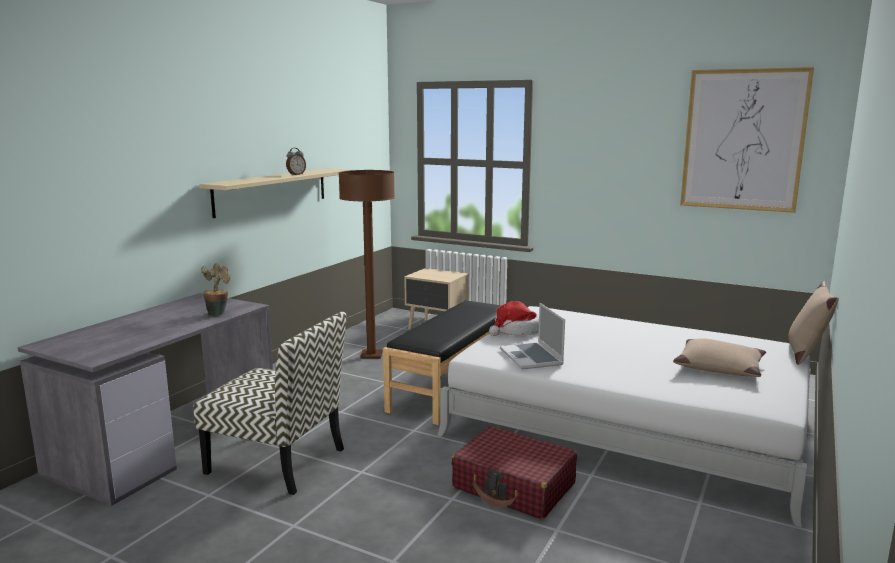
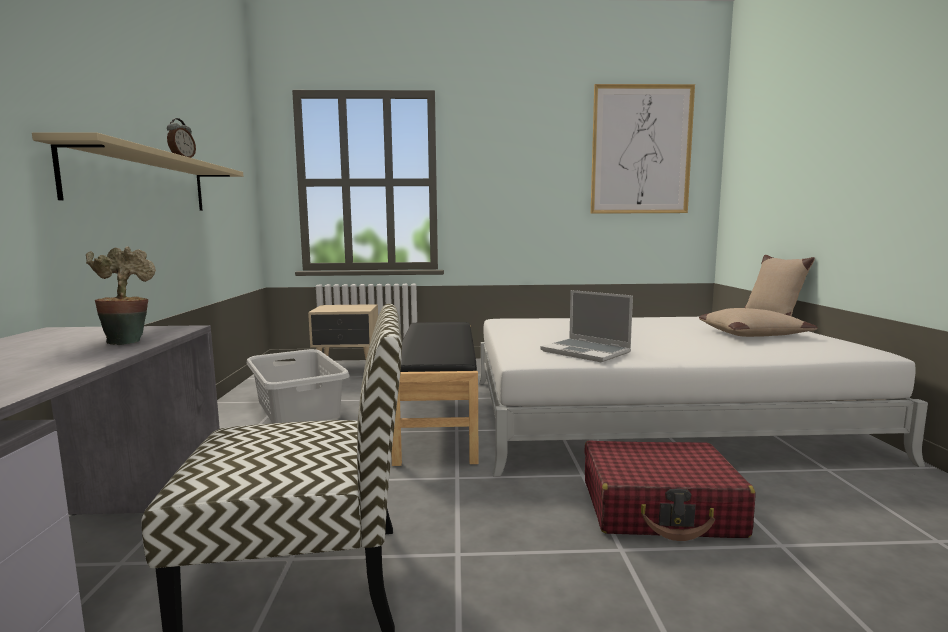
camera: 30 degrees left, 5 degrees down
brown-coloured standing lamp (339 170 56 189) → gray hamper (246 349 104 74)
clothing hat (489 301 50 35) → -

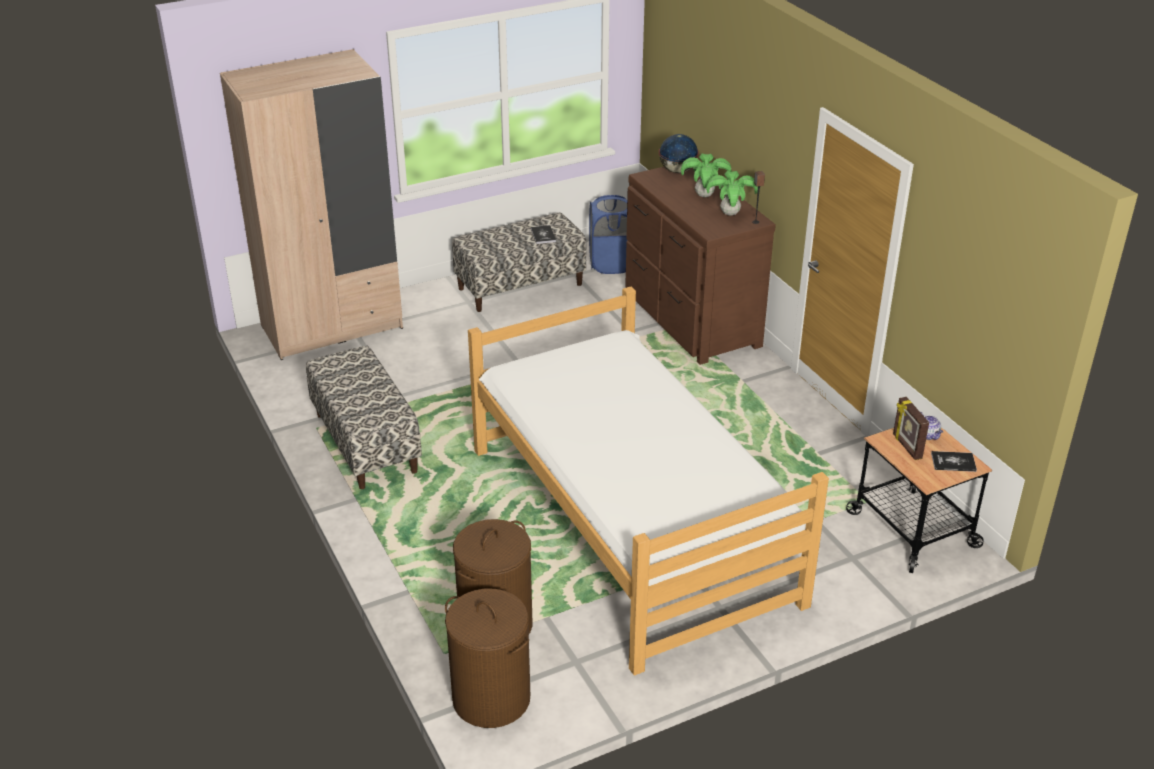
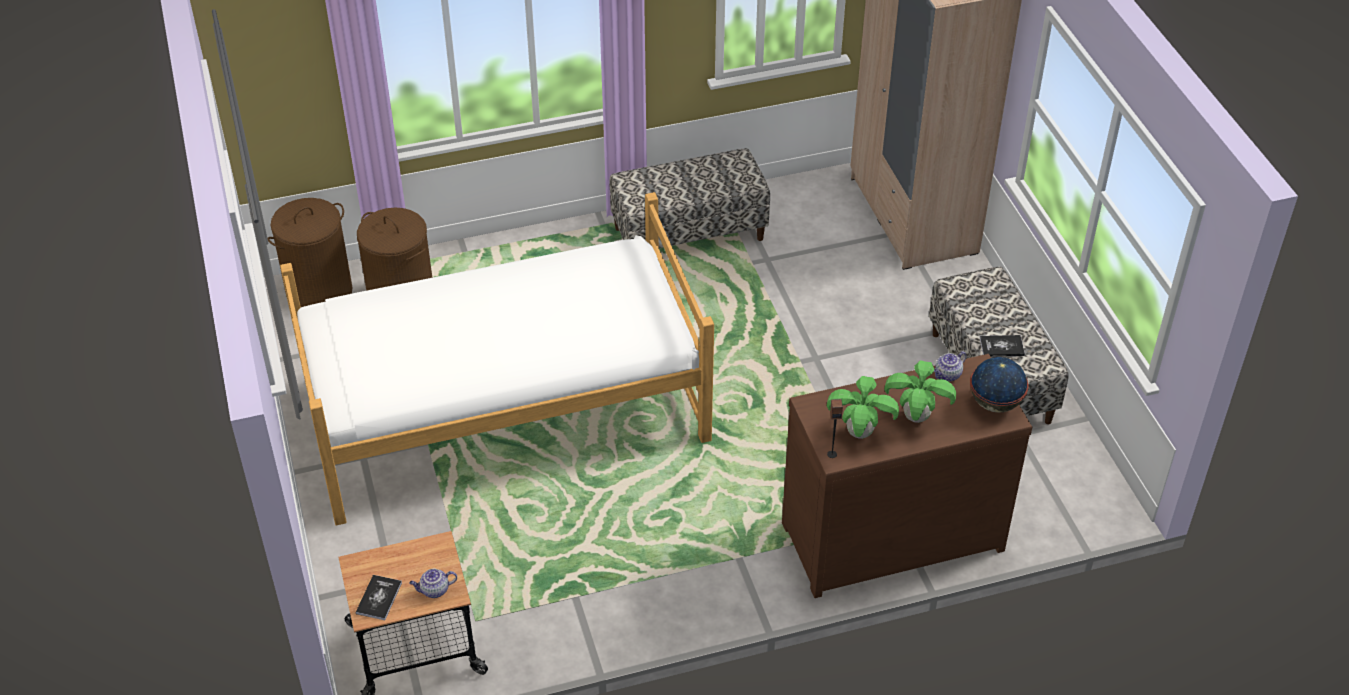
camera: 100 degrees right, 10 degrees up
blue-coloured hamper (589 195 39 79) → -
picture frame (893 397 36 63) → -
- → tea pot (934 351 32 30)

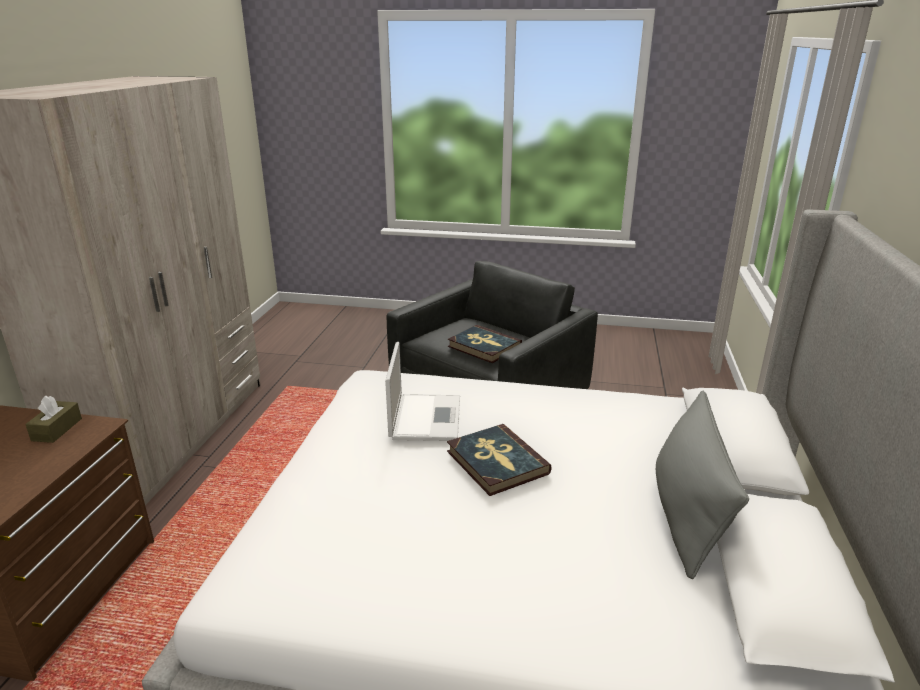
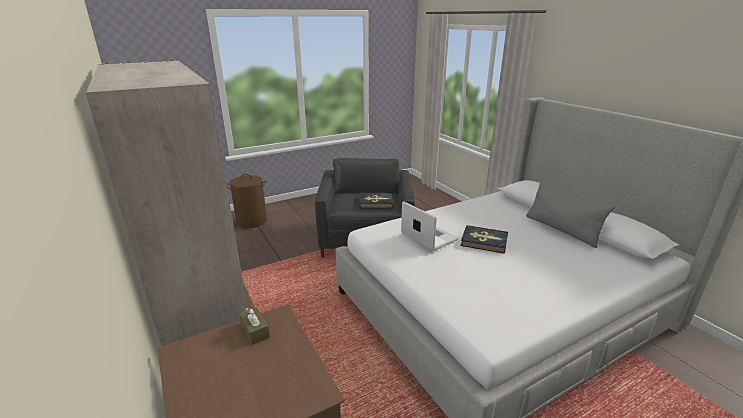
camera: 40 degrees left, 0 degrees up
- → brown-coloured hamper (227 174 40 54)

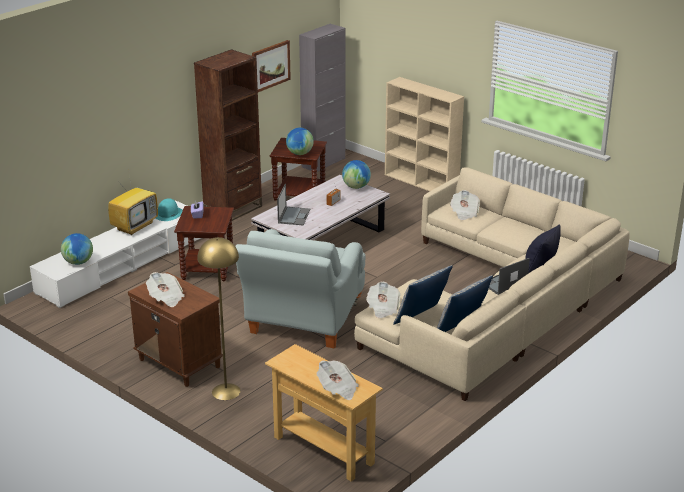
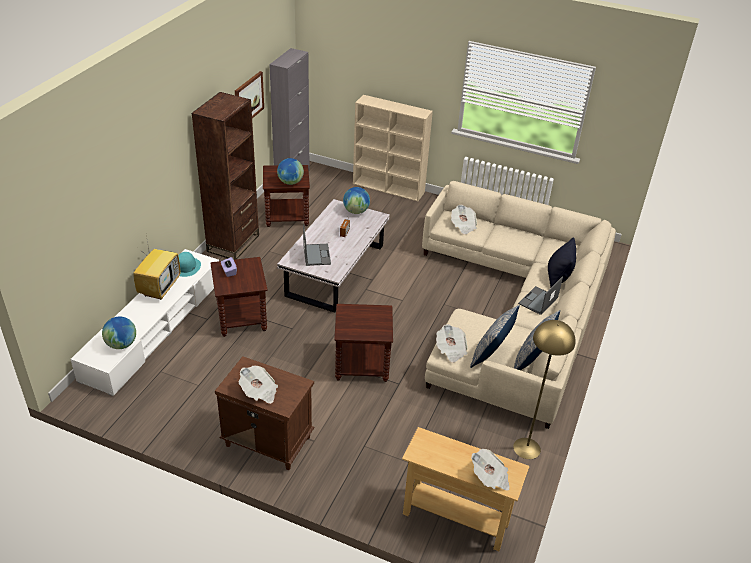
camera: 20 degrees left, 10 degrees up
gray lounge chair (235 229 131 120) → brown-coloured end table (334 304 59 78)
yellowish standing lamp (197 237 43 163) → yellowish standing lamp (513 320 63 139), moved

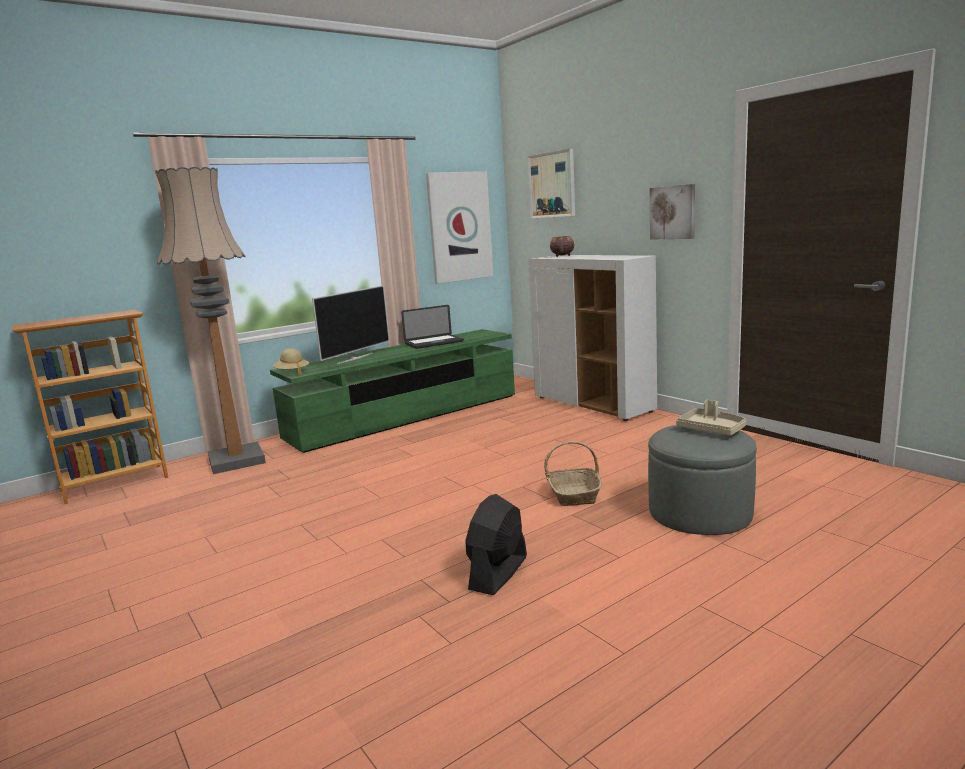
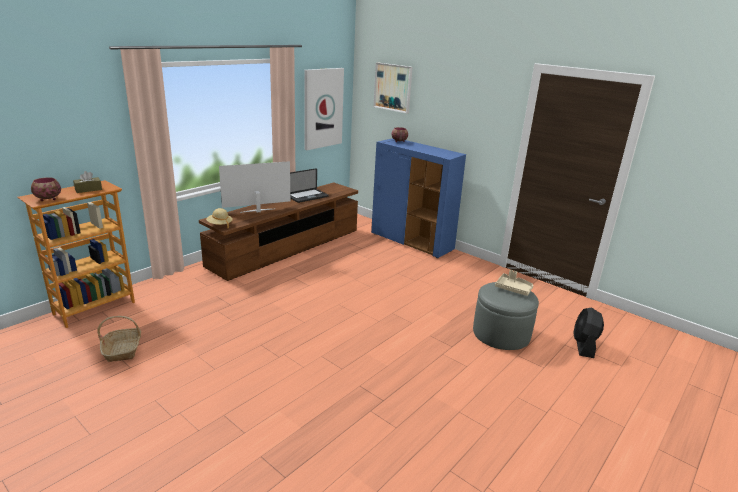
camera: 15 degrees left, 10 degrees up
standing lamp (155 167 111 307) → -
picture (650 184 45 55) → -
white cupboard (528 255 129 166) → blue-coloured cupboard (371 138 95 120)
TV set (312 285 77 79) → TV set (219 161 71 52), 135 degrees counterclockwise
green-coloured tv unit (270 329 245 124) → brown-coloured tv unit (199 182 159 99)
storage basket (544 441 58 65) → storage basket (97 316 44 46), moved
black fan (465 494 62 101) → black fan (573 307 31 51), moved
- → brown-coloured tissue holder (73 171 29 22)
- → deep dish (31 177 30 24)

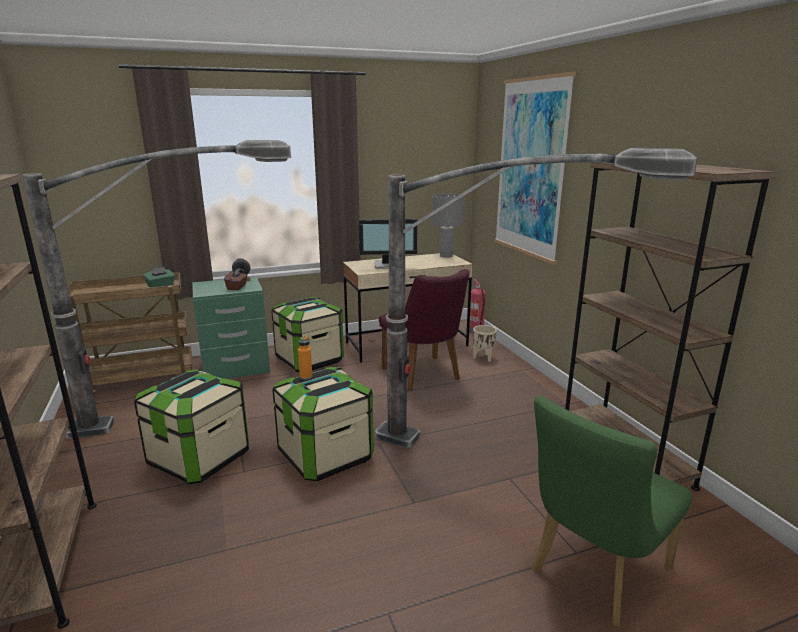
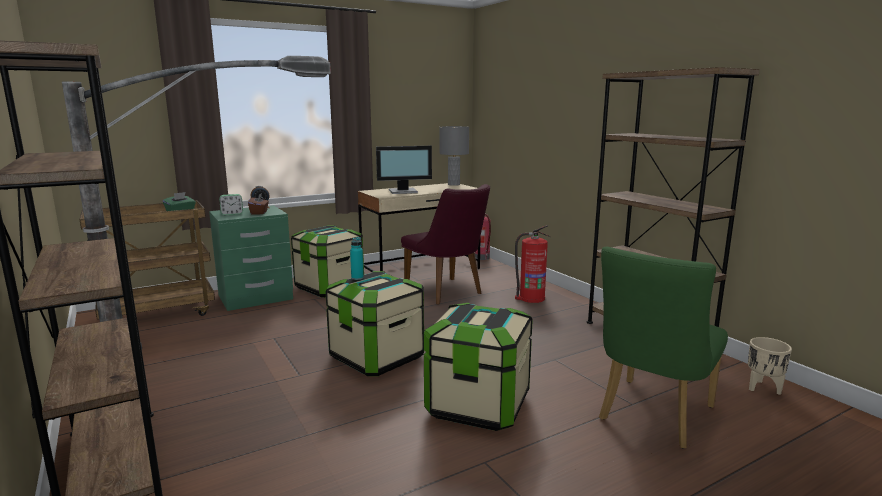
camera: 10 degrees left, 5 degrees down
picture (494 72 82 192) → -
standing lamp (375 148 322 300) → -
sand-coloured plant pot (473 325 24 37) → sand-coloured plant pot (748 337 44 58), moved
orange bottle (298 336 14 44) → turquoise-coloured bottle (350 237 14 43)
storage box (134 369 115 115) → storage box (424 303 109 128), moved
- → alarm clock (219 194 24 21)
- → fire extinguisher (515 225 35 78)

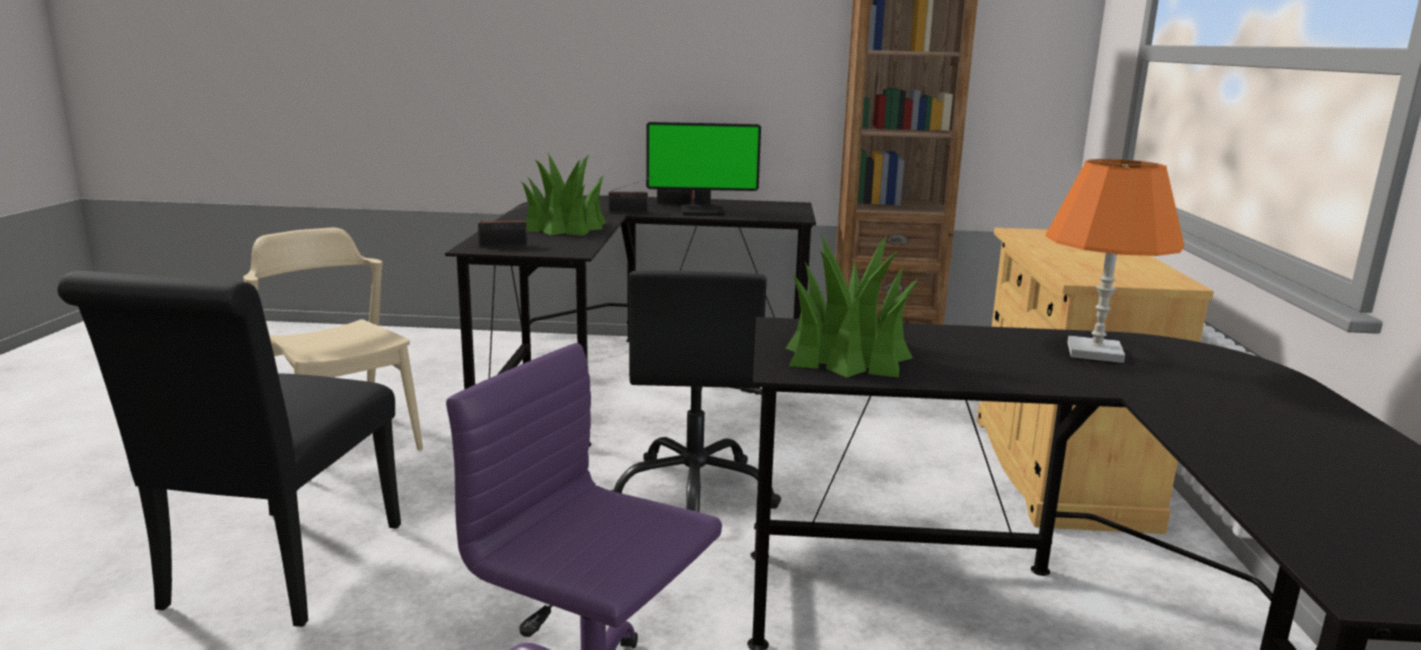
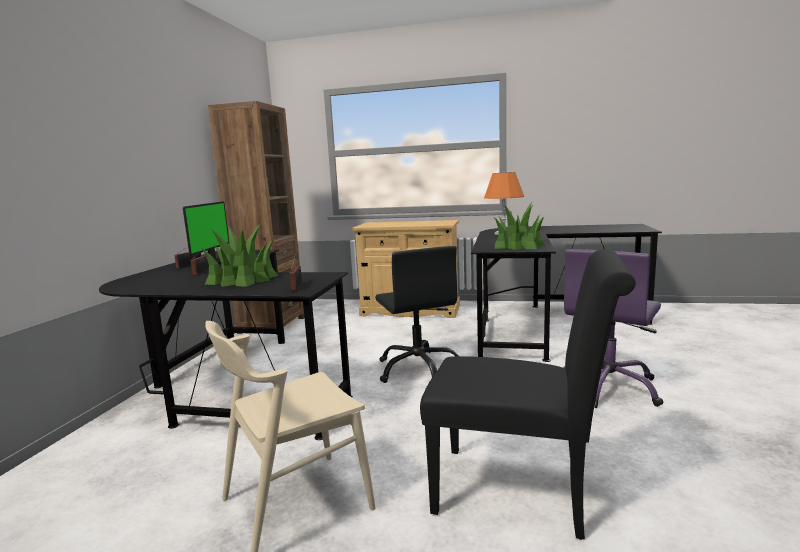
camera: 80 degrees left, 5 degrees down
black computer chair (610 271 171 241) → black computer chair (375 246 83 137), 60 degrees clockwise

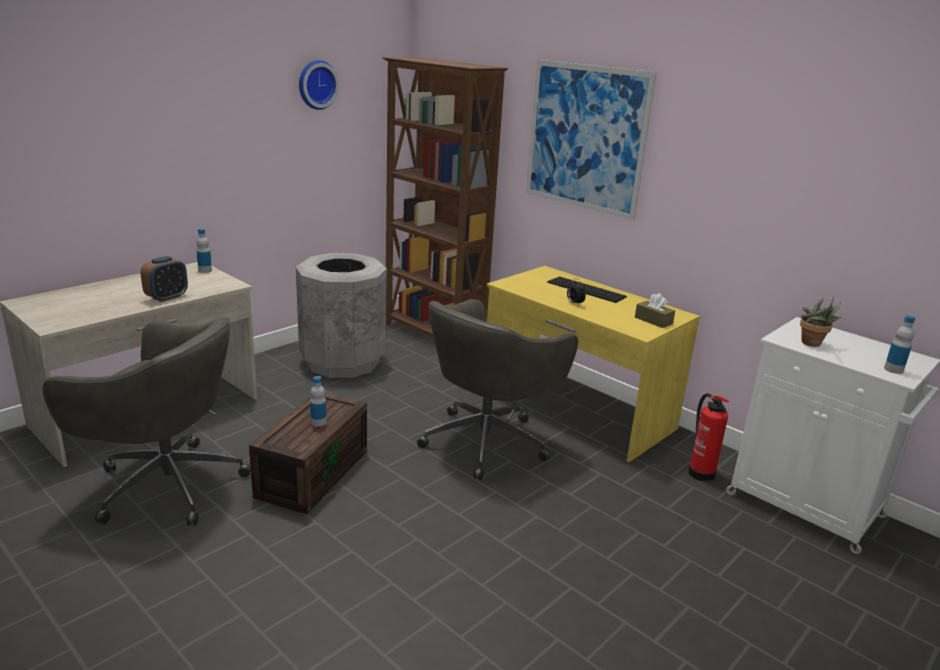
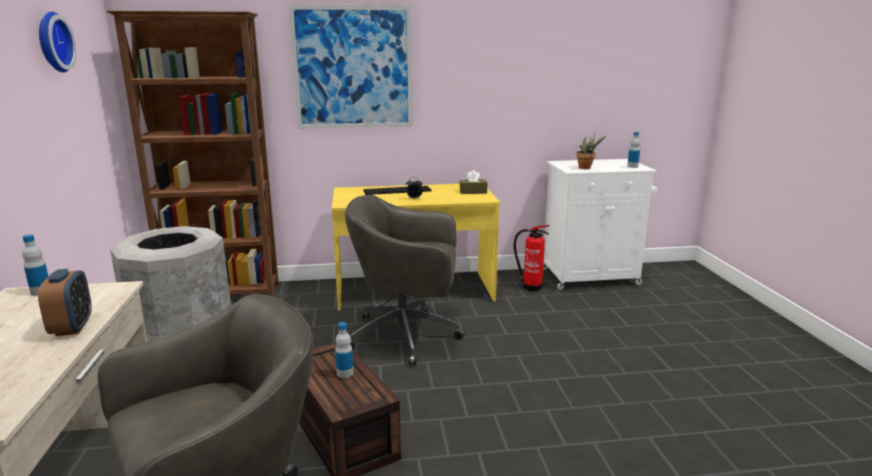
camera: 50 degrees left, 5 degrees down
gray computer chair (417 299 161 181) → gray computer chair (345 195 120 170), 105 degrees clockwise

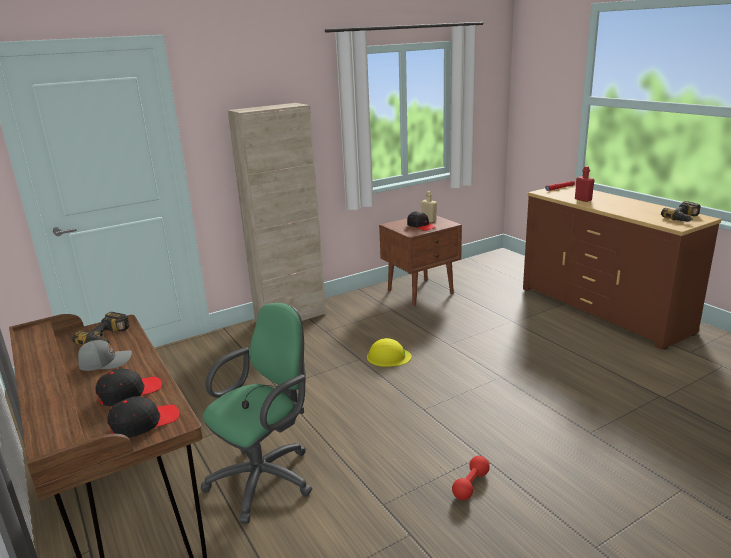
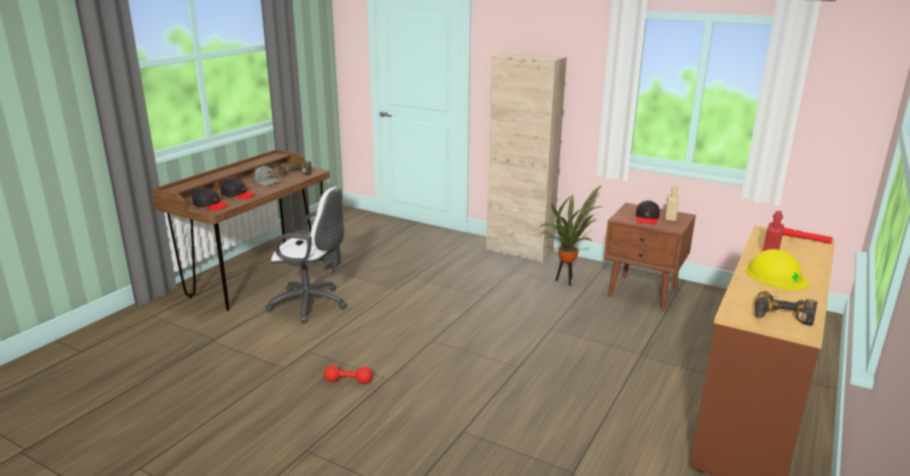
camera: 60 degrees right, 0 degrees up
green-coloured computer chair (201 303 111 221) → white computer chair (265 187 82 136)
yellowish safety helmet (367 338 45 29) → yellowish safety helmet (746 249 63 41), moved
- → potted plant (540 185 63 101)

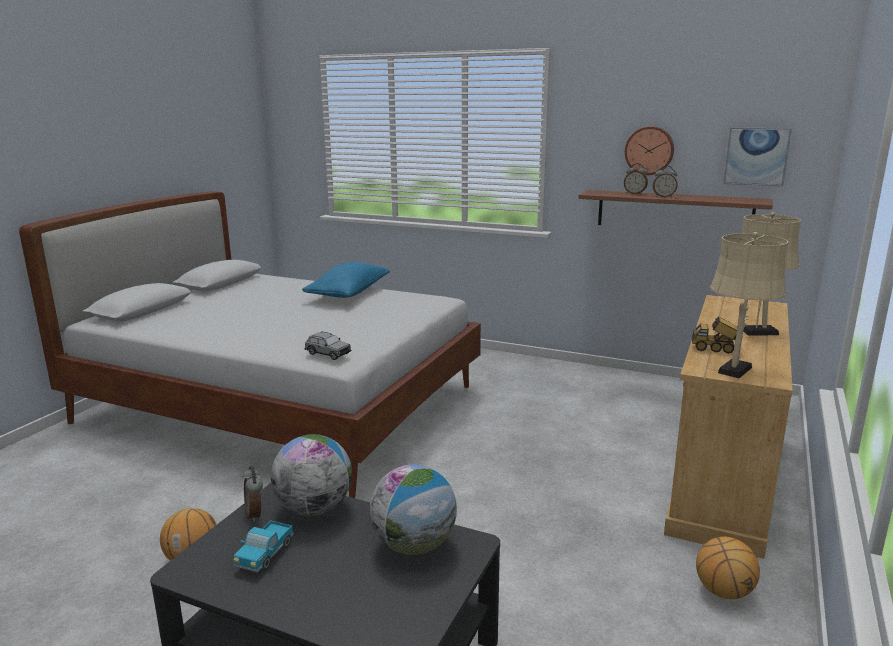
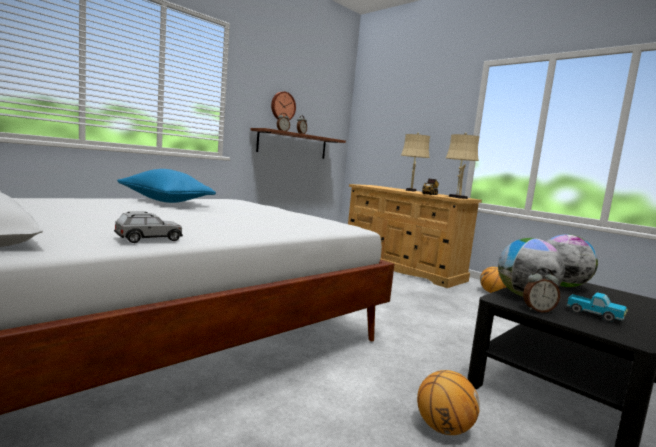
camera: 70 degrees left, 10 degrees down
picture (723 127 69 60) → -
gray model car (304 332 48 28) → gray model car (114 212 69 31), moved

